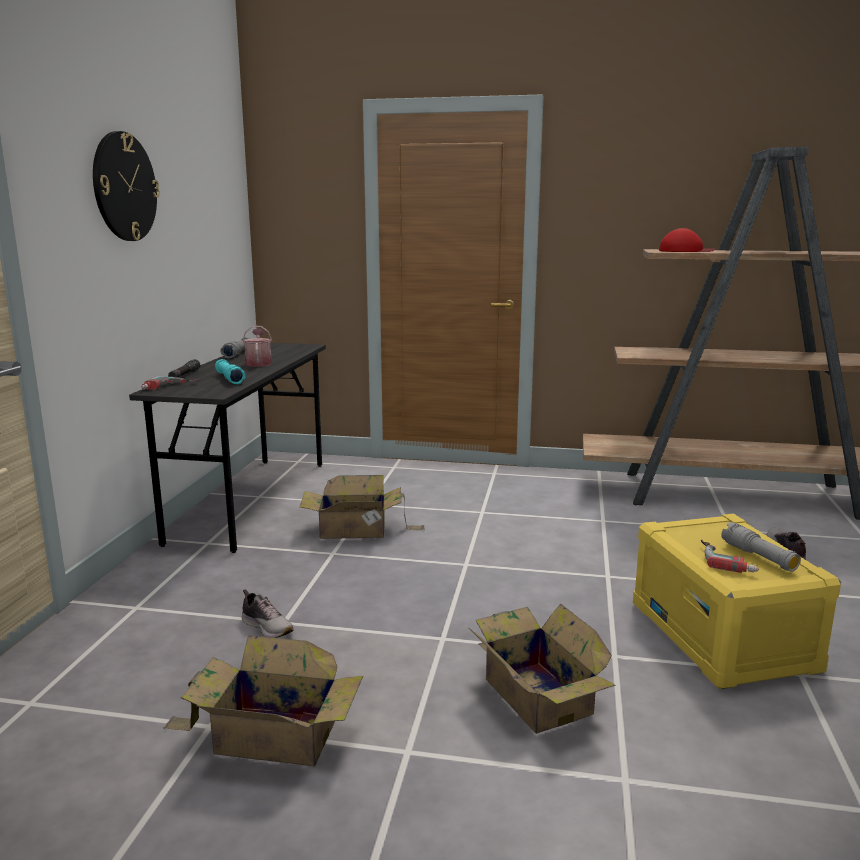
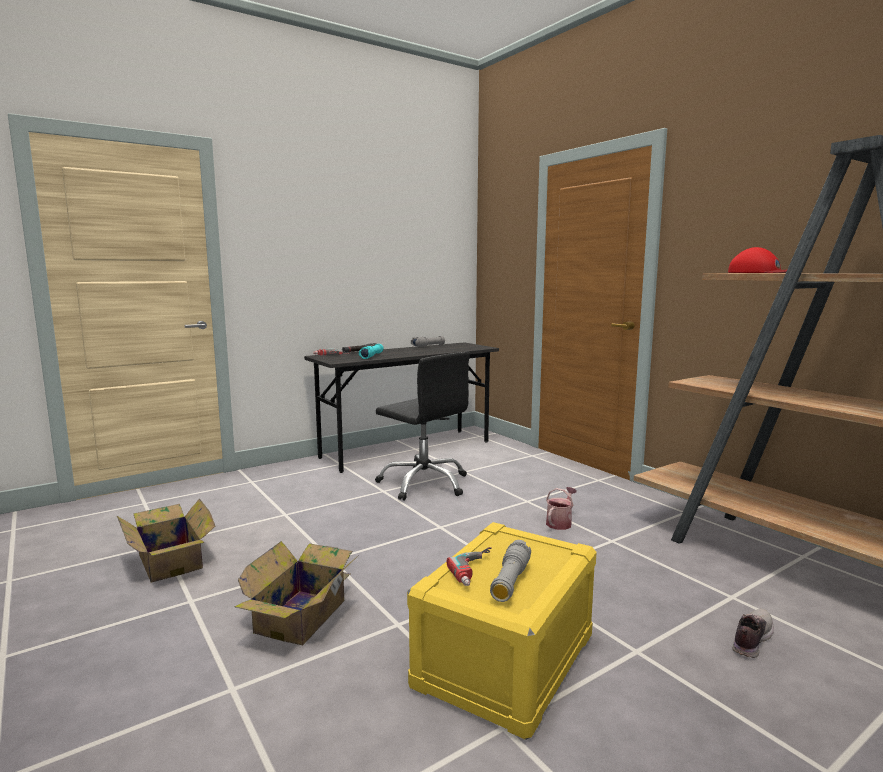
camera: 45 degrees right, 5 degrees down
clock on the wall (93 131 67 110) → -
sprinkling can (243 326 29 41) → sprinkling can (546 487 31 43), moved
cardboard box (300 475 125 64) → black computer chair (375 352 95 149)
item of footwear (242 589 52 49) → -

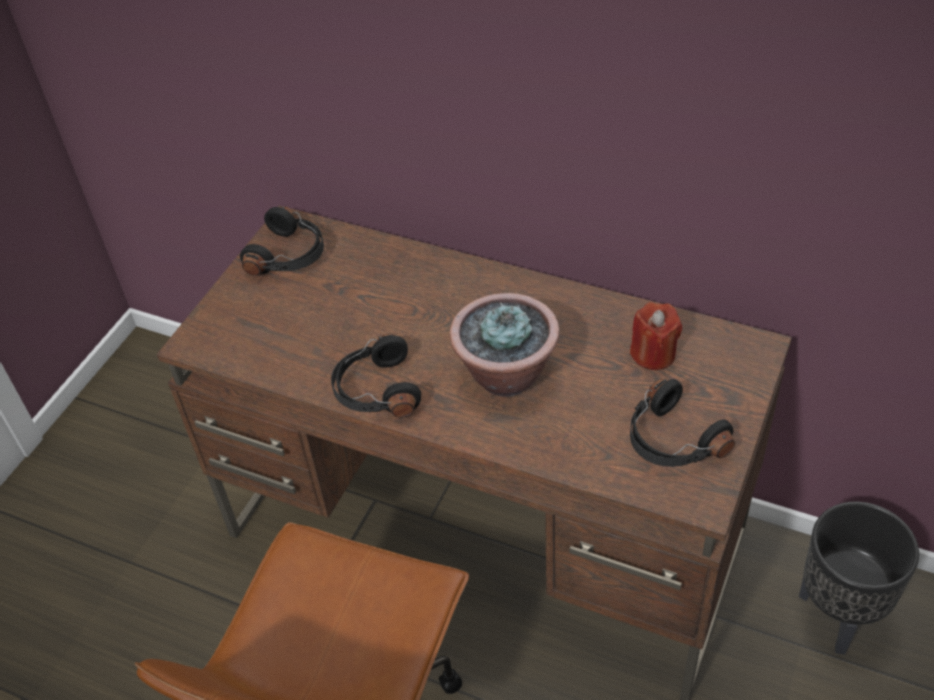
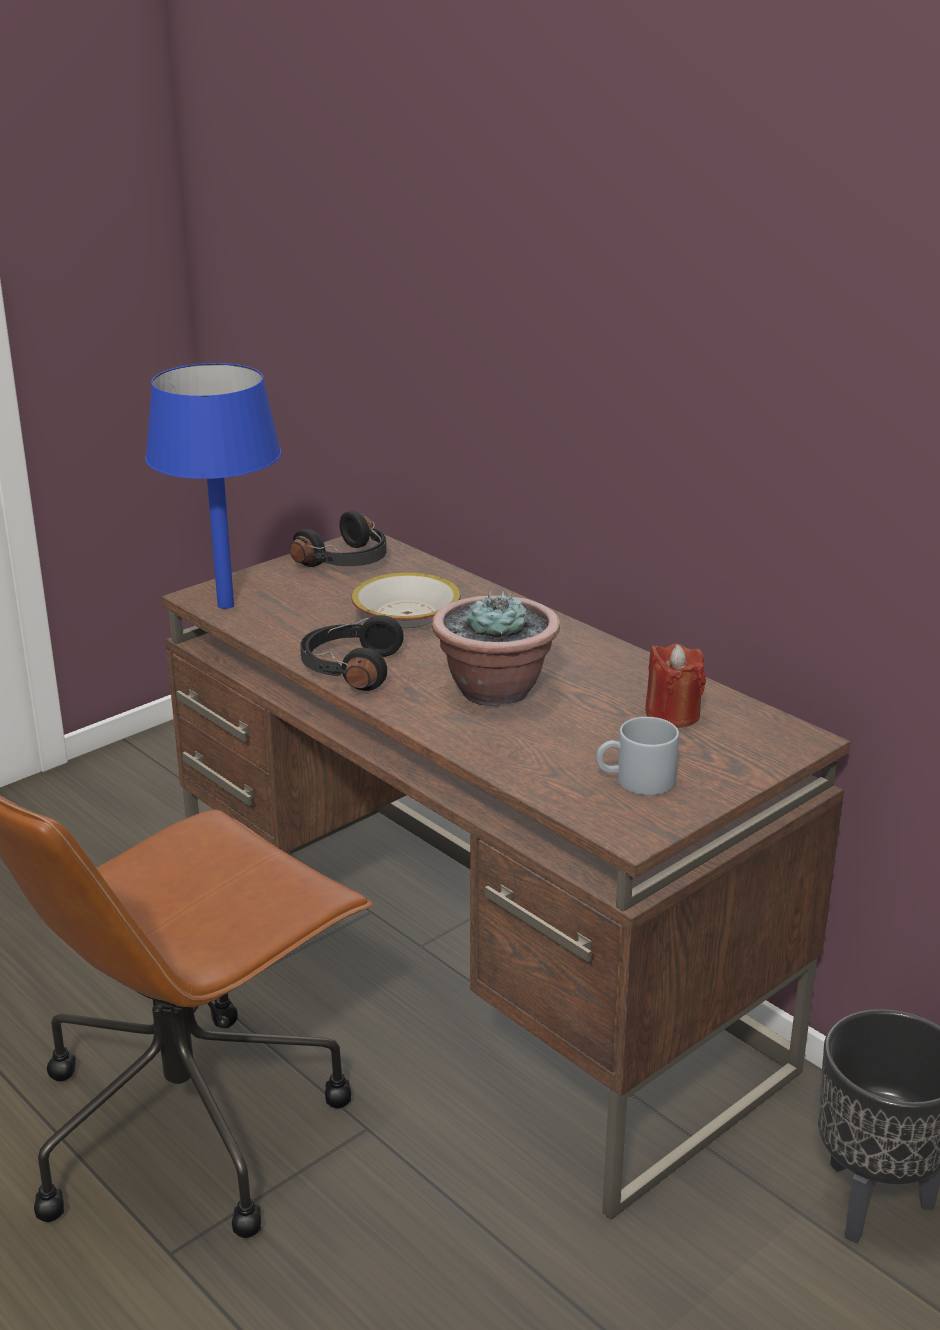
camera: 20 degrees right, 20 degrees down
black headphones (630 379 105 88) → gray coffee mug (596 717 83 78)
- → blue-coloured table lamp (145 363 136 246)
- → deep dish (351 572 110 56)

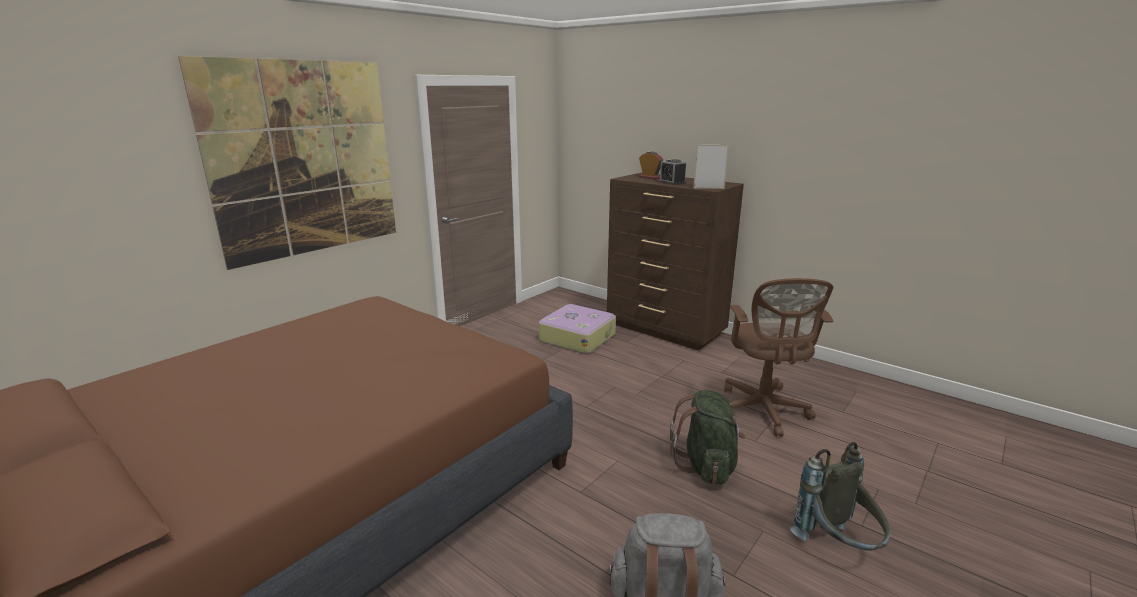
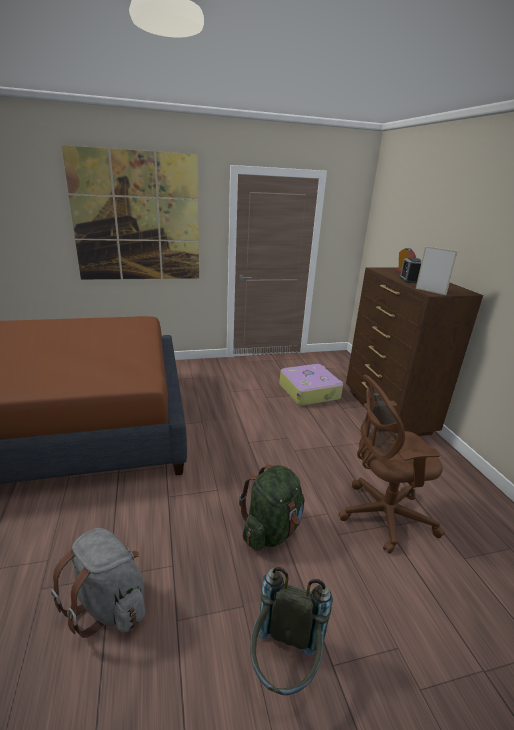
camera: 35 degrees right, 5 degrees up
brown-coloured computer chair (724 278 110 159) → brown-coloured computer chair (338 375 107 179), 45 degrees clockwise

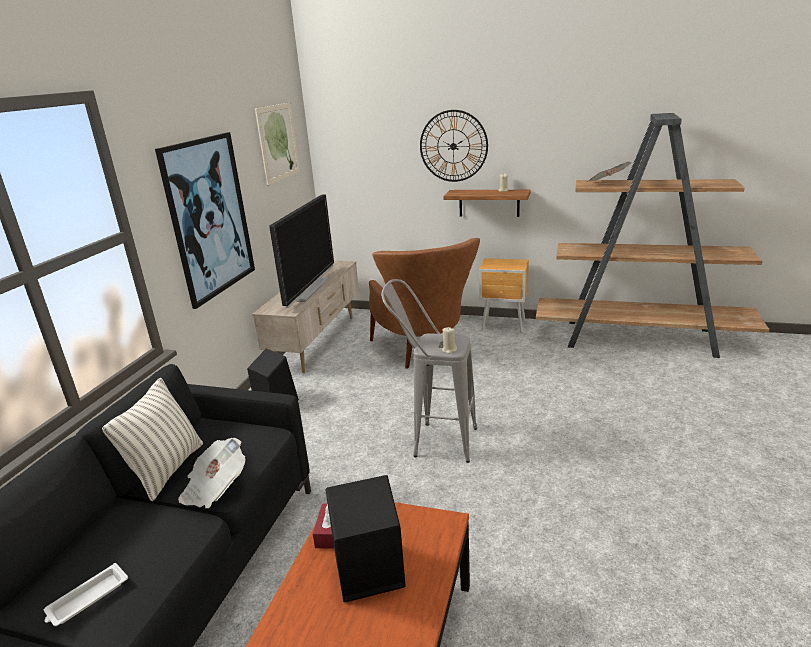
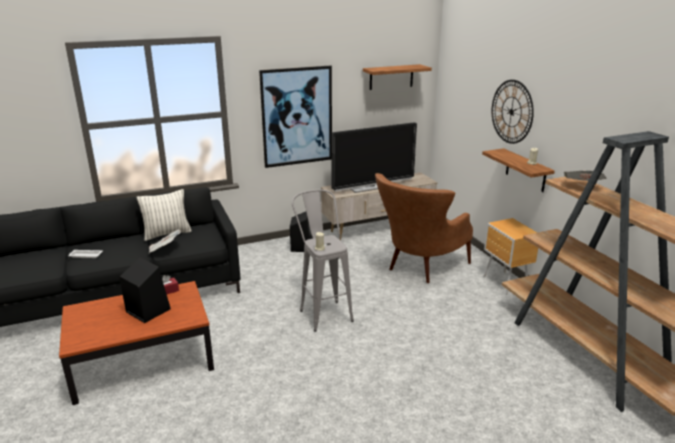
camera: 50 degrees right, 0 degrees up
picture (255 103 45 83) → wall shelf (363 64 69 26)

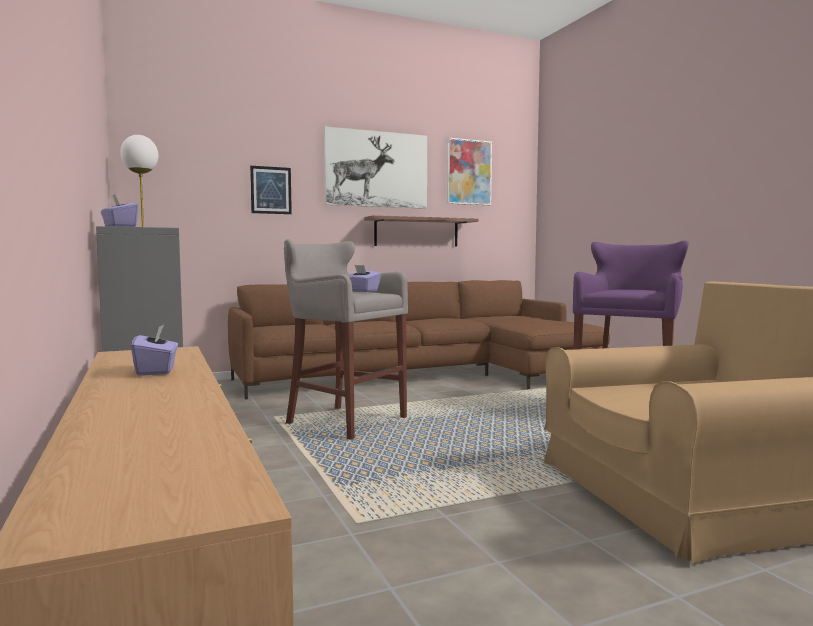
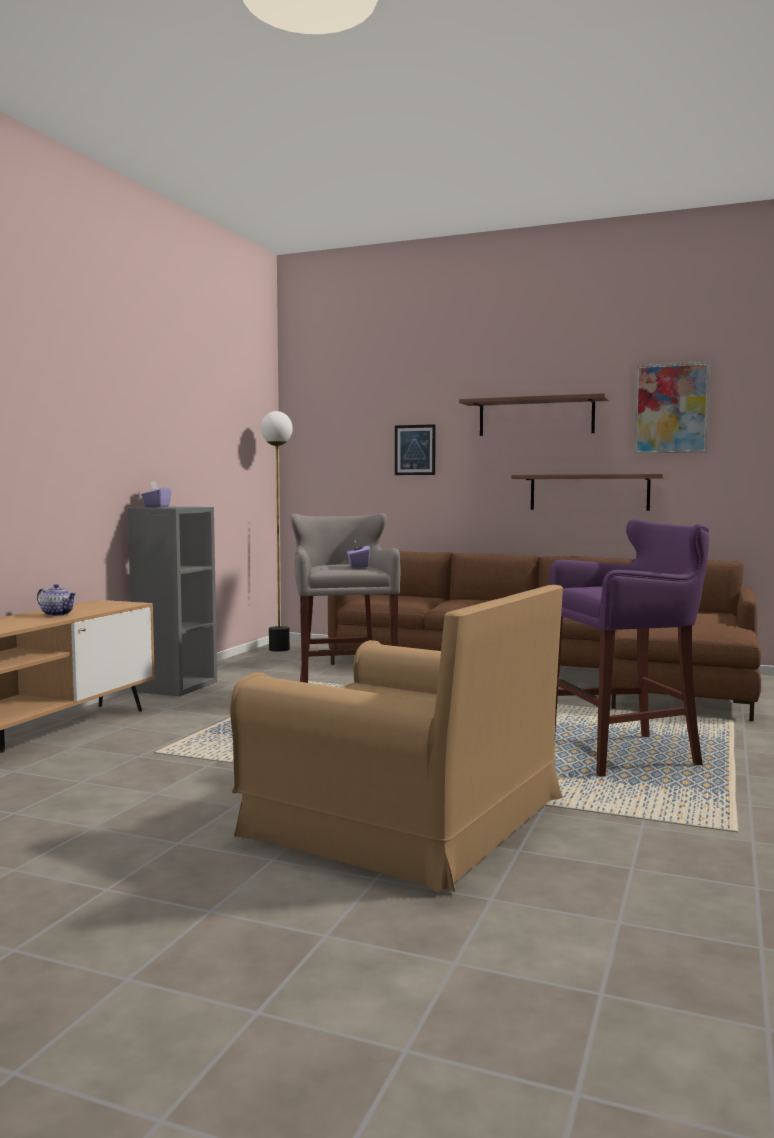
camera: 45 degrees right, 0 degrees up
picture (324 126 103 83) → wall shelf (459 393 150 43)
purplish tissue holder (131 324 47 52) → tea pot (37 584 40 32)

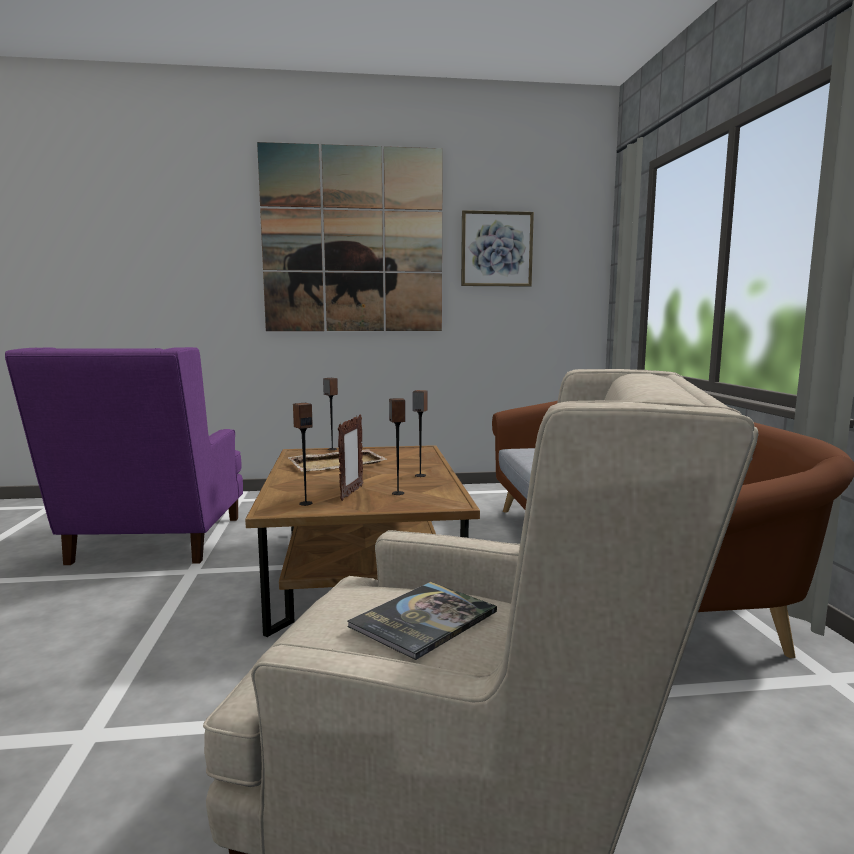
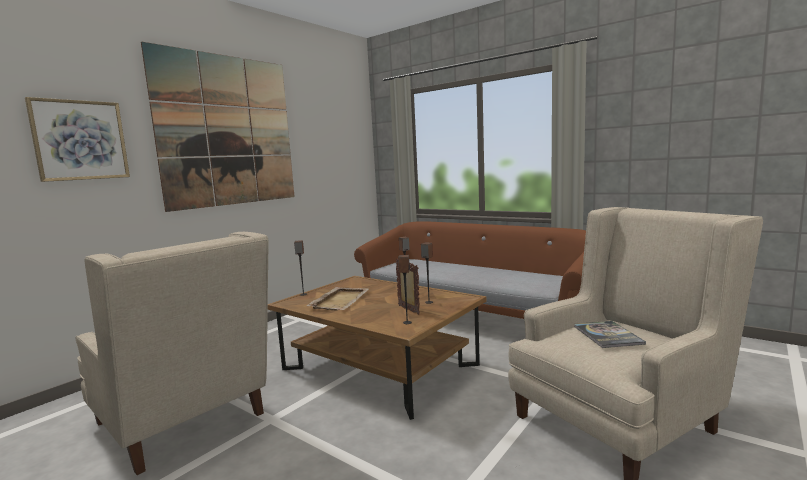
camera: 45 degrees left, 0 degrees up
picture (461 210 73 77) → picture (25 97 105 85), moved
purplish lounge chair (5 347 238 218) → sand-coloured lounge chair (76 232 193 243)

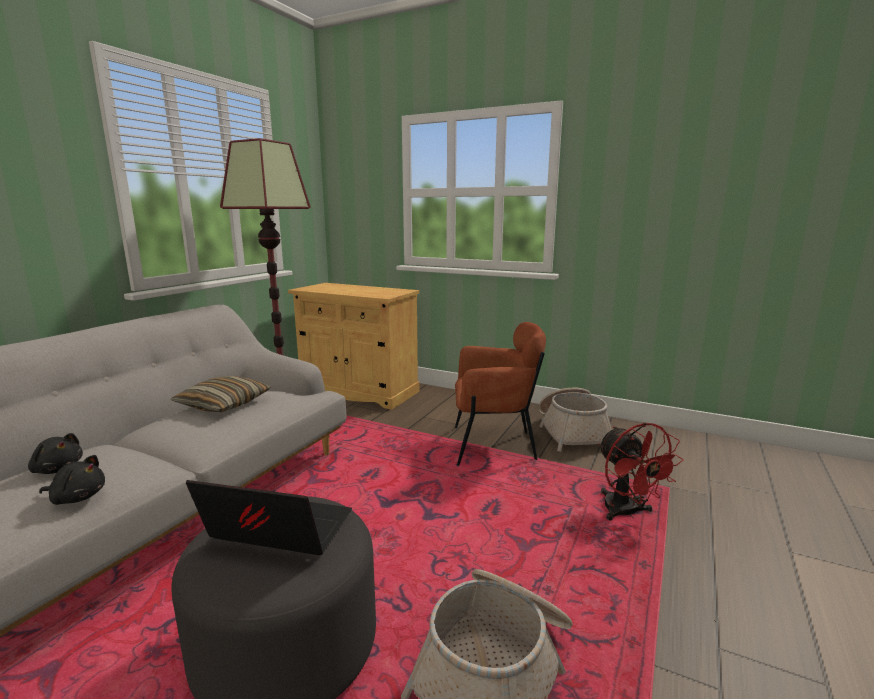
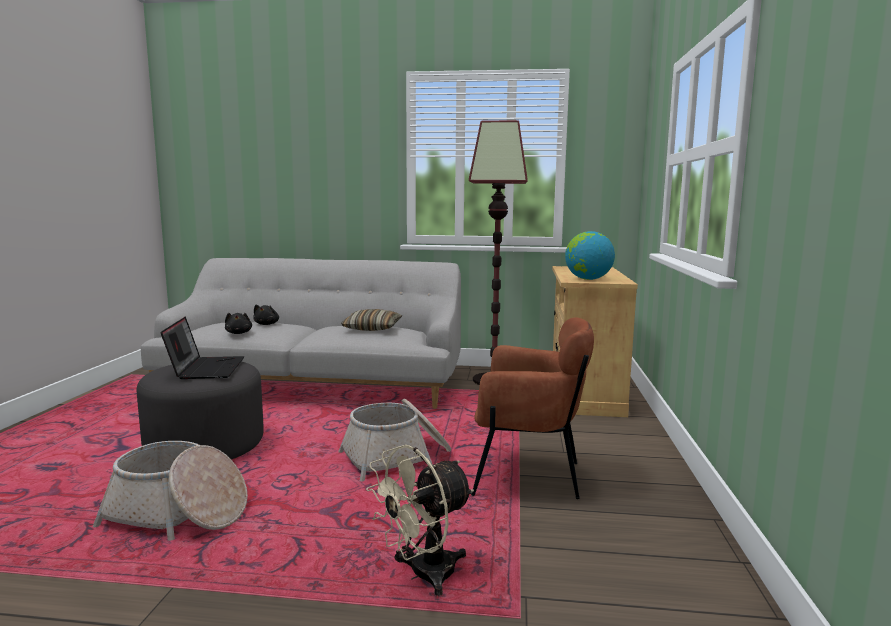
camera: 70 degrees right, 5 degrees down
brown-coloured lounge chair (455 322 91 144) → brown-coloured lounge chair (471 317 123 182), 60 degrees counterclockwise
storage basket (539 388 73 64) → storage basket (338 399 113 83), moved
red fan (598 422 86 98) → sand-coloured fan (366 445 108 151)
- → globe (565 231 50 49)

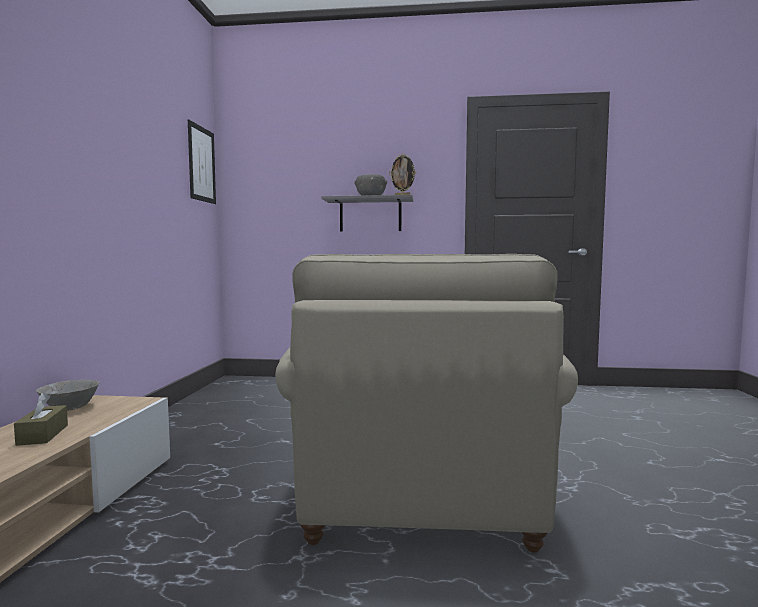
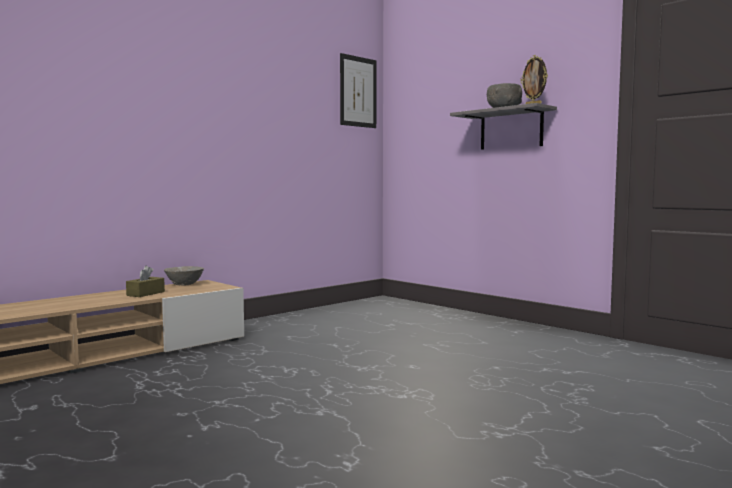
camera: 40 degrees right, 0 degrees up
sand-coloured lounge chair (275 254 303 299) → -

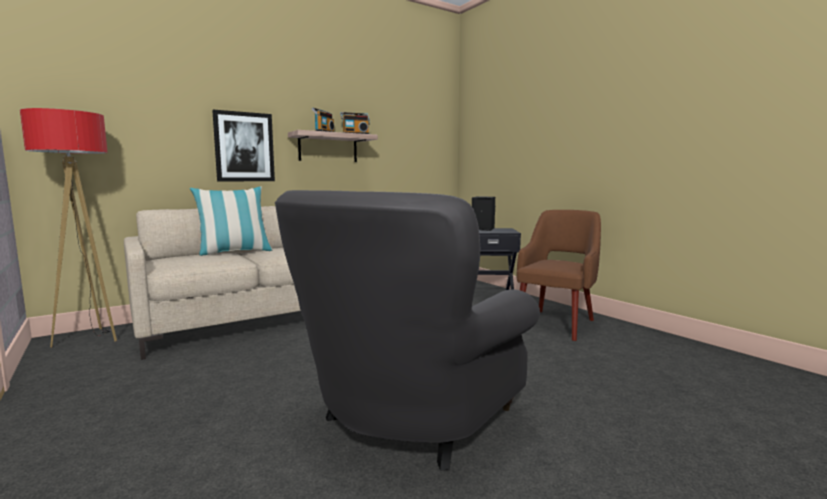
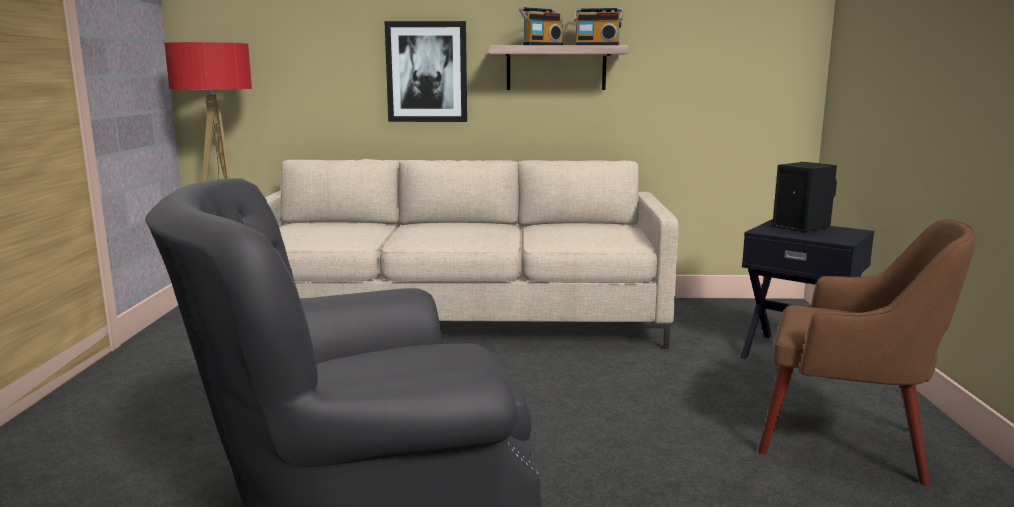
camera: 35 degrees right, 5 degrees up
throw pillow (189 186 84 70) → -
brown-coloured lounge chair (516 210 85 131) → brown-coloured lounge chair (758 219 217 267), 45 degrees clockwise

